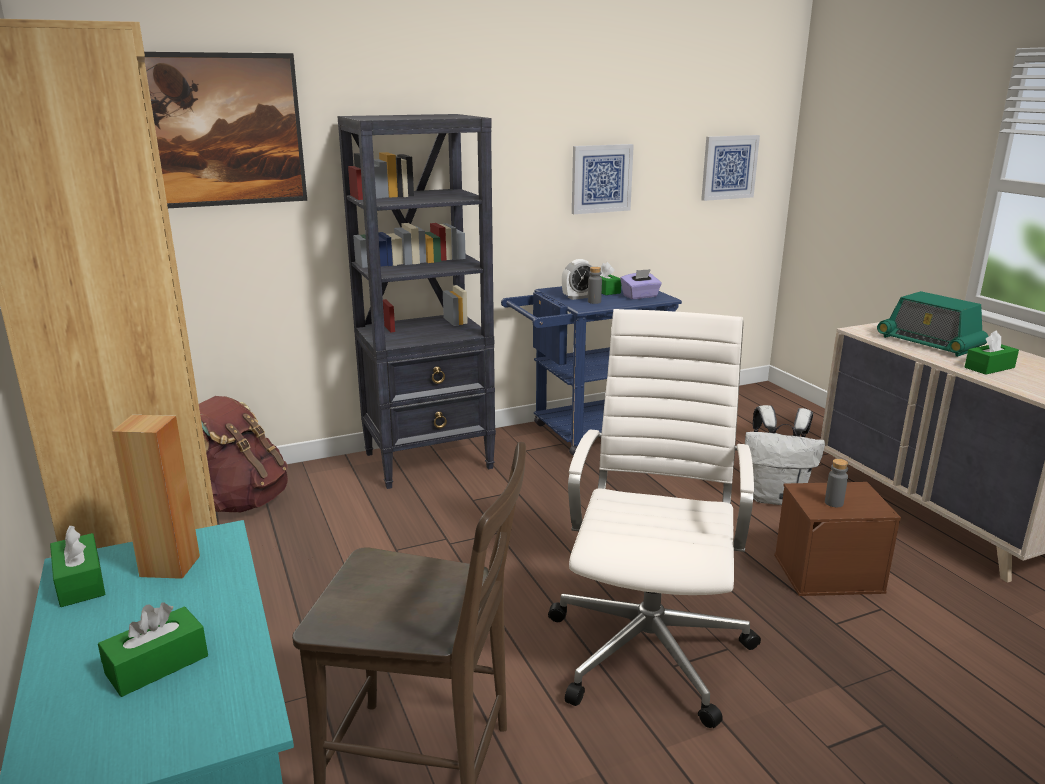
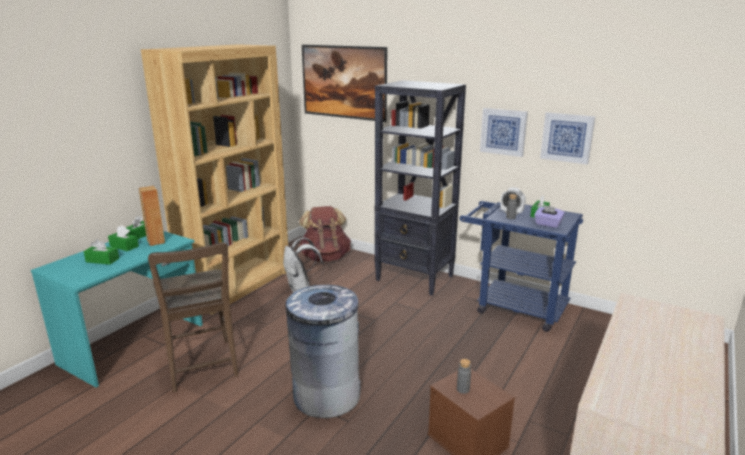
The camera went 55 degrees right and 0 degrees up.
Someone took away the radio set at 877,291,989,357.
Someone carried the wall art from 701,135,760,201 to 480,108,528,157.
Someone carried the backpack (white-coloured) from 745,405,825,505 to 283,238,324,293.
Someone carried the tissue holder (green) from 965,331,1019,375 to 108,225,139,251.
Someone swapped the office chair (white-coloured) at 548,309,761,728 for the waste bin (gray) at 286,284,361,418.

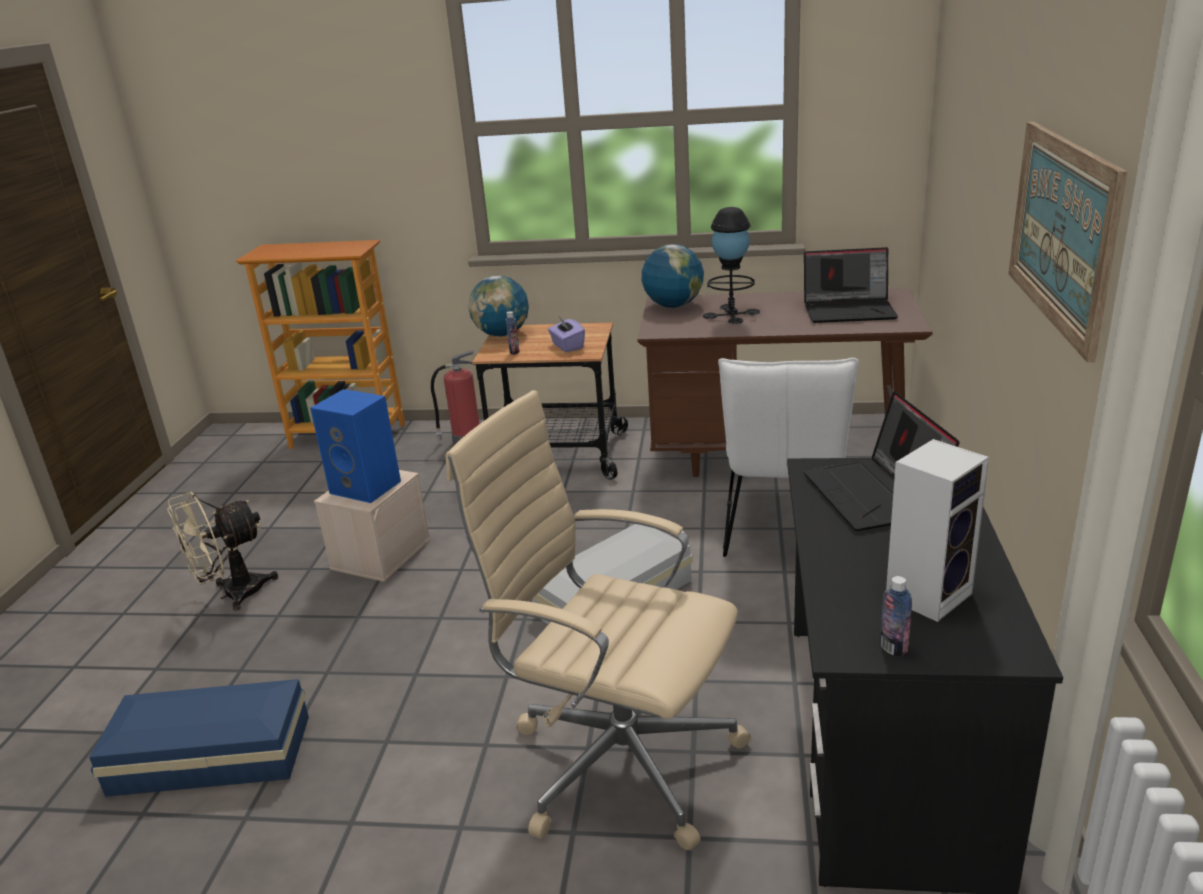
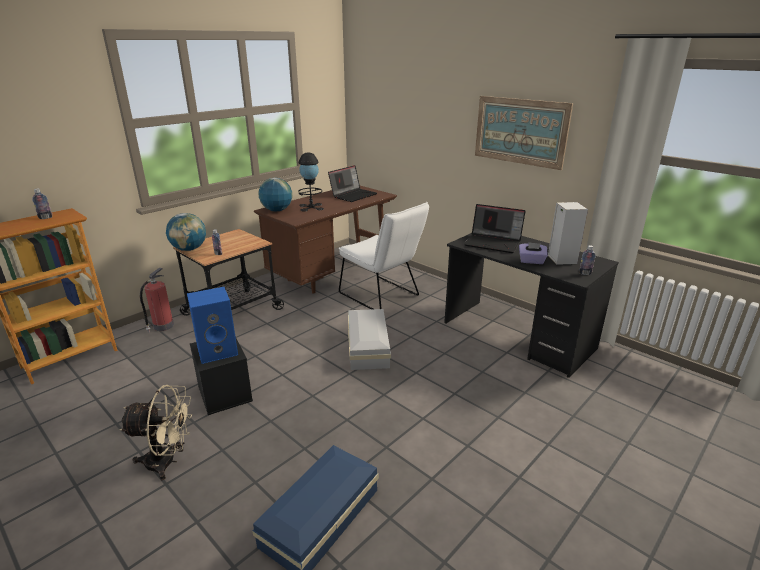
The camera went 55 degrees left and 0 degrees up.
Someone took away the office chair (sand-coloured) at 446,390,751,851.
Someone put down the bottle at 32,189,52,219.
Someone carried the tissue holder (purple) from 548,317,585,352 to 519,242,548,264.
Someone repainted the storage bin (sand-coloured) at 314,470,430,582, which became the storage bin (blackish) at 190,339,253,415.
Someone rotated the cooling fan (sand-coloured) at 167,492,278,611 by 90 degrees counterclockwise.

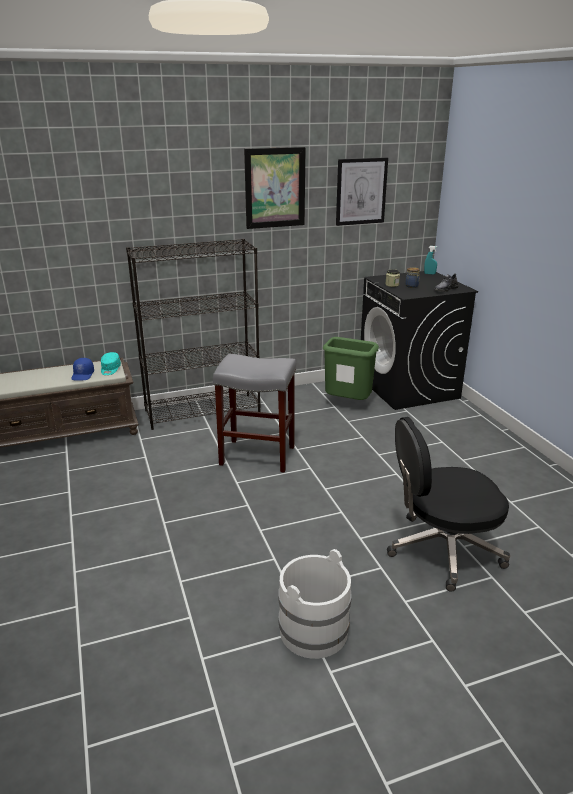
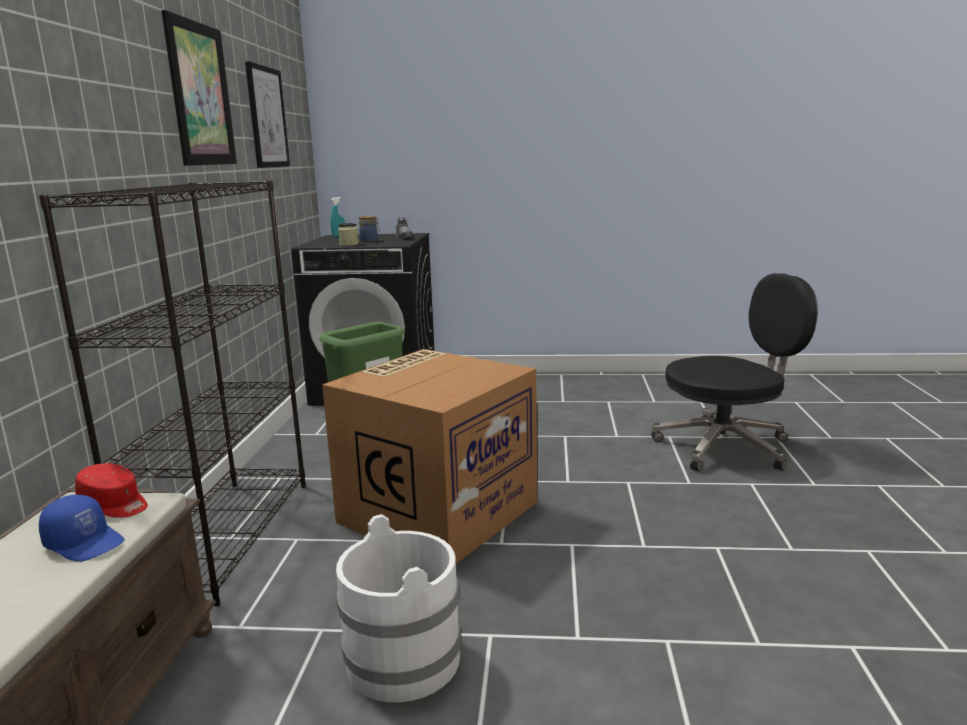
The camera went 65 degrees left and 10 degrees down.
Someone carried the pail (white-coloured) from 278,549,352,659 to 336,514,461,702.
Someone swapped the stool seat (gray) at 213,354,296,473 for the cardboard box at 322,349,537,564.
Someone repainted the peaked cap (turquoise) at 101,352,121,375, which became the peaked cap (red-coloured) at 75,463,148,518.
Someone rotated the office chair (blackish) at 387,417,510,592 by 120 degrees counterclockwise.

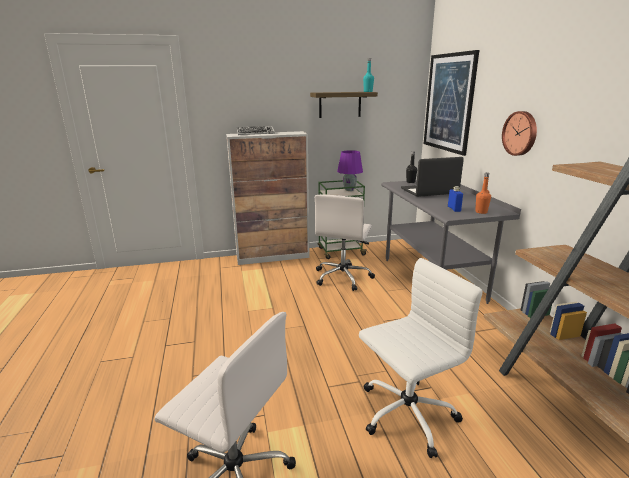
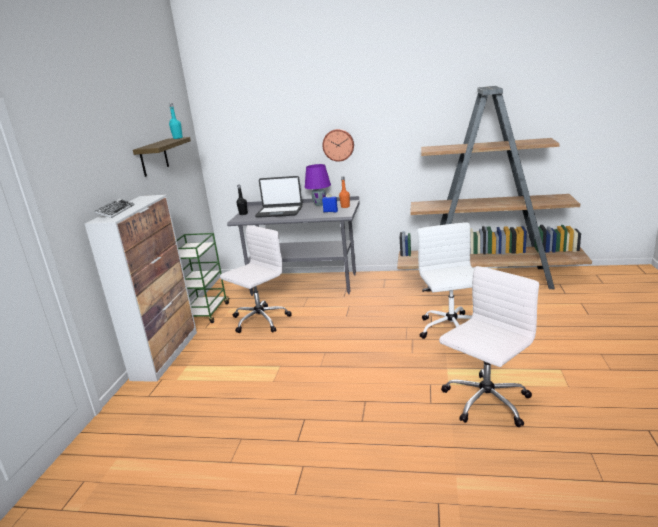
The camera went 65 degrees left and 0 degrees up.
Someone took away the wall art at 424,50,479,156.
Someone carried the lamp for a table (purple) from 337,150,363,191 to 305,164,331,206.
Someone rotated the office chair (white-coloured) at 315,194,375,291 by 90 degrees counterclockwise.
Someone rotated the notebook computer at 401,157,464,197 by 90 degrees counterclockwise.

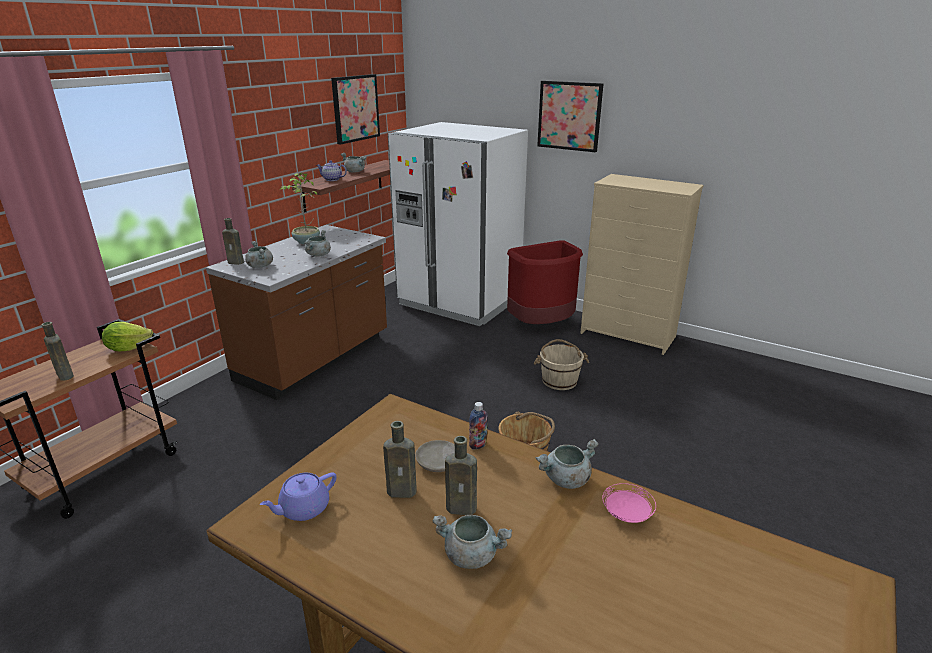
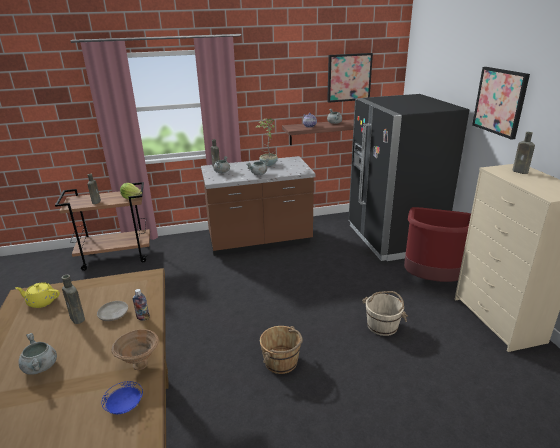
The camera went 45 degrees right and 0 degrees up.
Someone carried the bottle (brown) from 445,436,477,515 to 512,132,535,174.
Someone swapped the cooking pot (gray) at 536,439,599,489 for the bowl (brown) at 111,329,159,370.
Someone repainted the pot for tea (purple) at 260,472,337,521, which became the pot for tea (yellow) at 15,282,60,308.
Someone repainted the fridge (white-coloured) at 388,122,528,326, which became the fridge (blackish) at 349,94,469,261.
Someone repainted the flat dish (pink) at 602,483,656,523, which became the flat dish (blue) at 102,381,143,414.

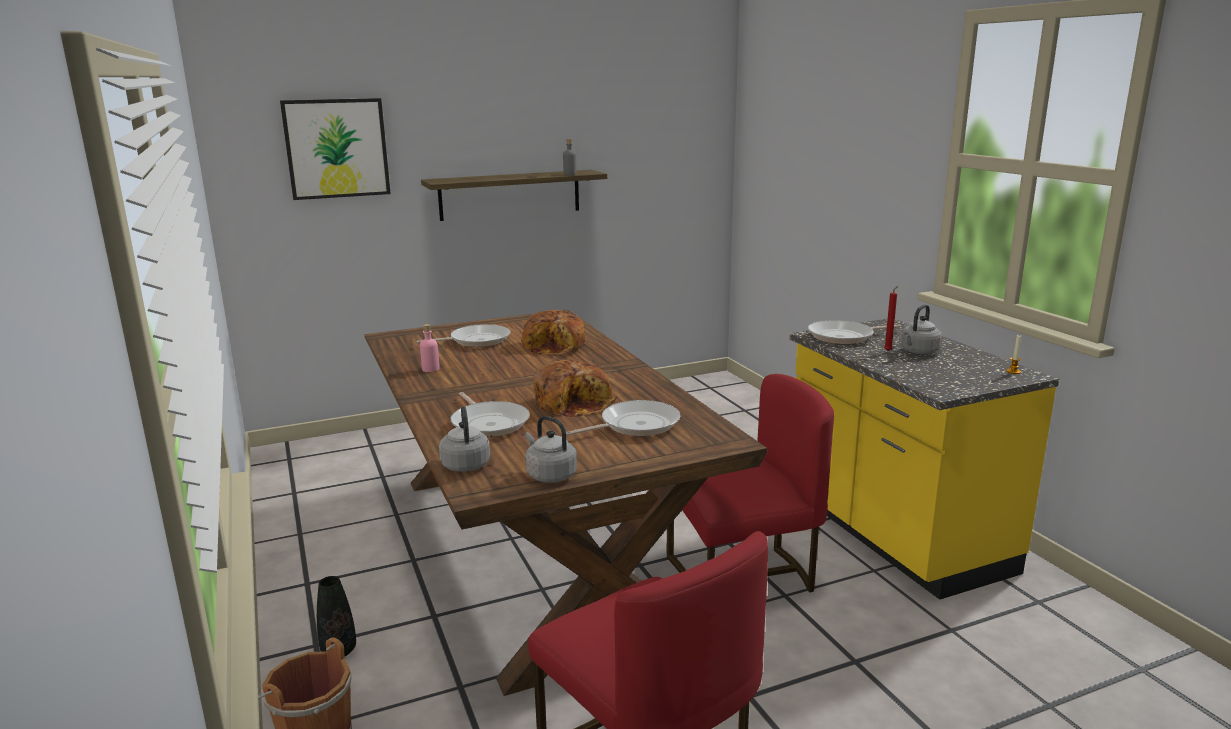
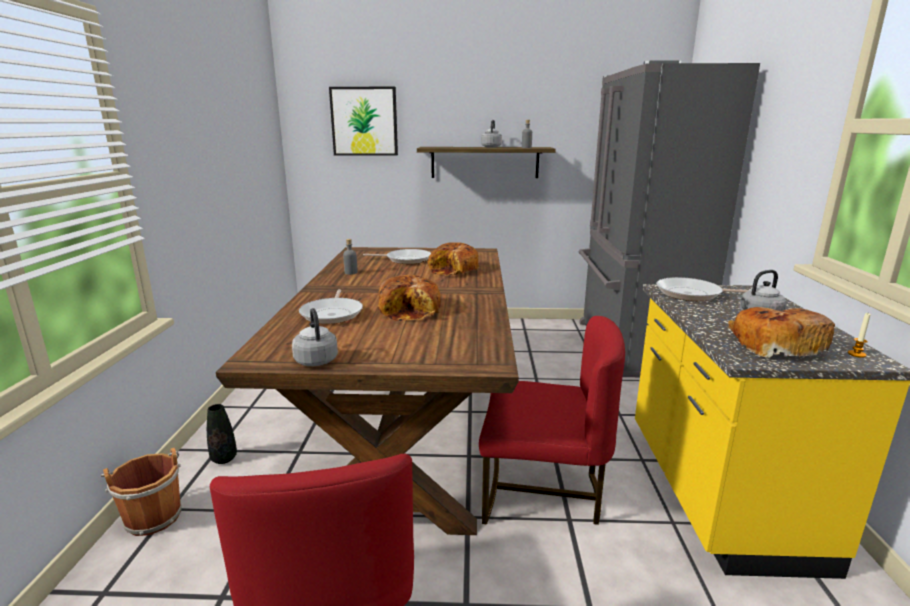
The camera went 25 degrees right and 0 degrees up.
Someone took away the pan at 566,400,680,436.
Someone took away the wax candle (red-coloured) at 884,286,898,351.
Someone put down the fridge (gray) at 579,60,760,377.
Someone put down the bakery bread at 728,307,835,359.
Someone carried the water kettle (gray) from 439,406,490,472 to 481,120,502,148.
Someone repainted the bottle (pink) at 420,324,440,372, which became the bottle (gray) at 343,239,358,275.

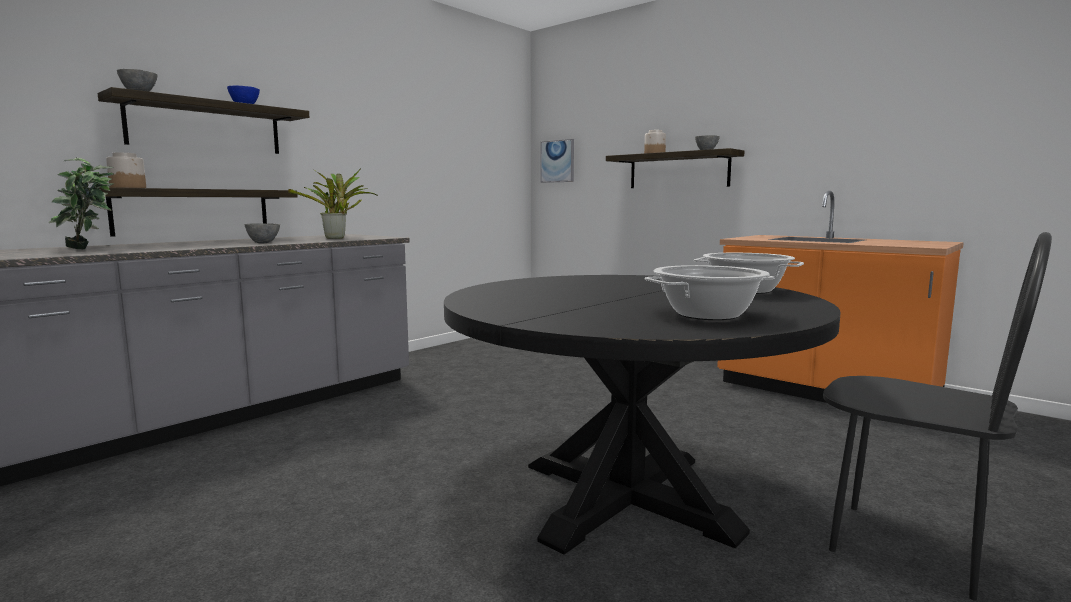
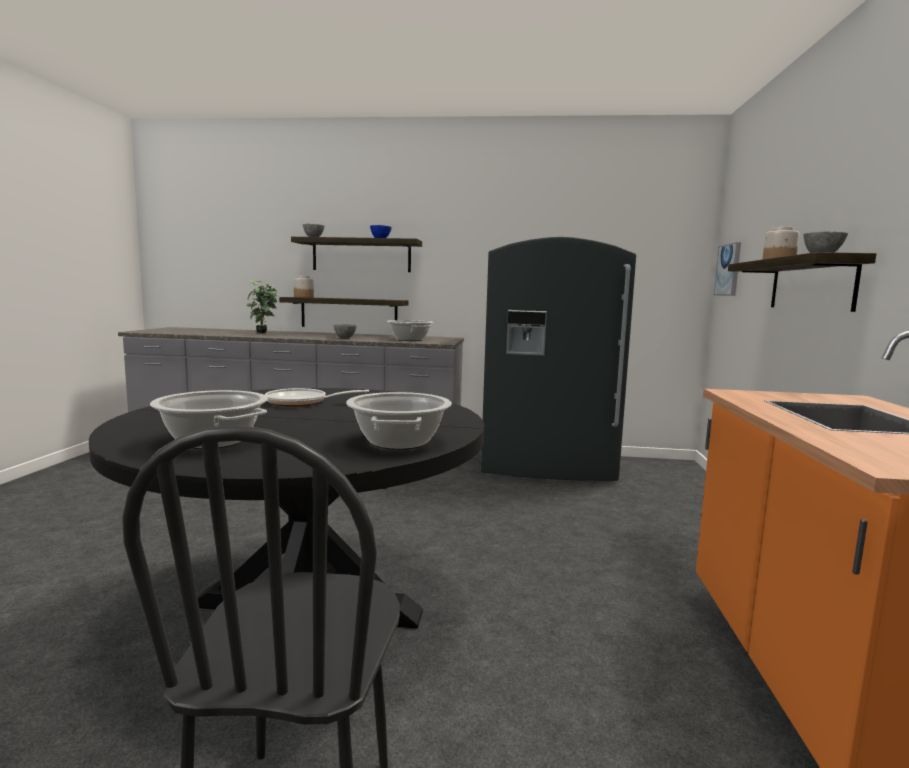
The camera went 55 degrees right and 0 degrees up.
Someone put down the pan at 265,388,369,407.
Someone put down the fridge (gray) at 481,237,636,481.
Someone swapped the houseplant at 288,168,378,239 for the cooking pot at 387,320,433,341.

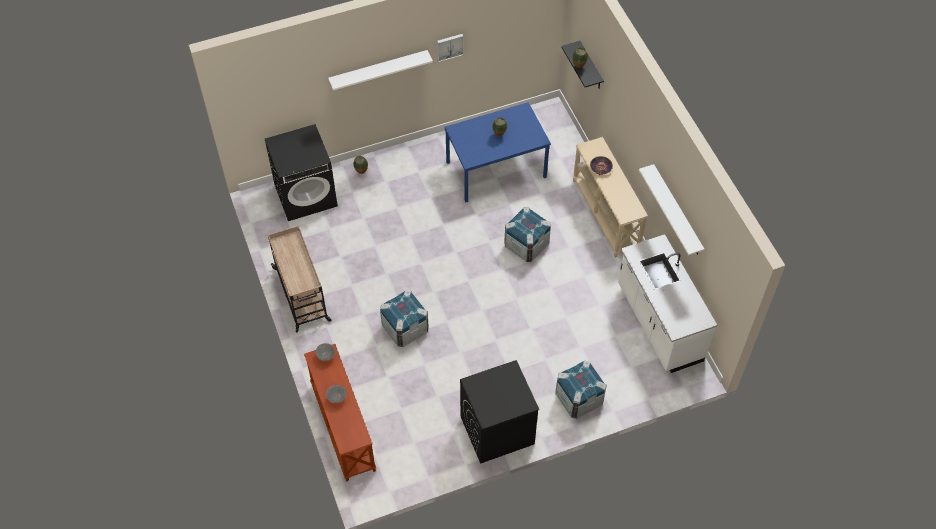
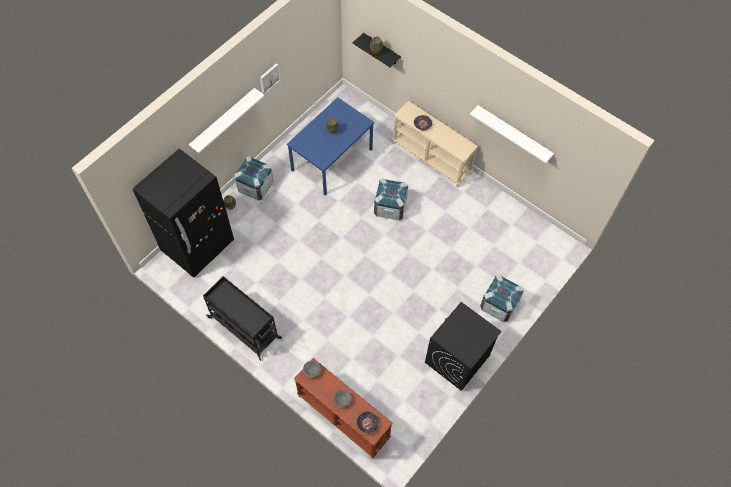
The camera went 30 degrees left and 5 degrees up.
Someone took away the kitchen counter (white-coloured) at 618,234,717,373.
Someone put down the bowl at 357,411,379,434.
Someone carried the crate from 380,290,429,347 to 234,157,274,201.
Someone swapped the washing machine (blackish) at 265,124,338,221 for the fridge (blackish) at 133,149,234,278.
Someone repainted the cart (sand-coloured) at 268,226,331,333, which became the cart (blackish) at 203,276,282,361.

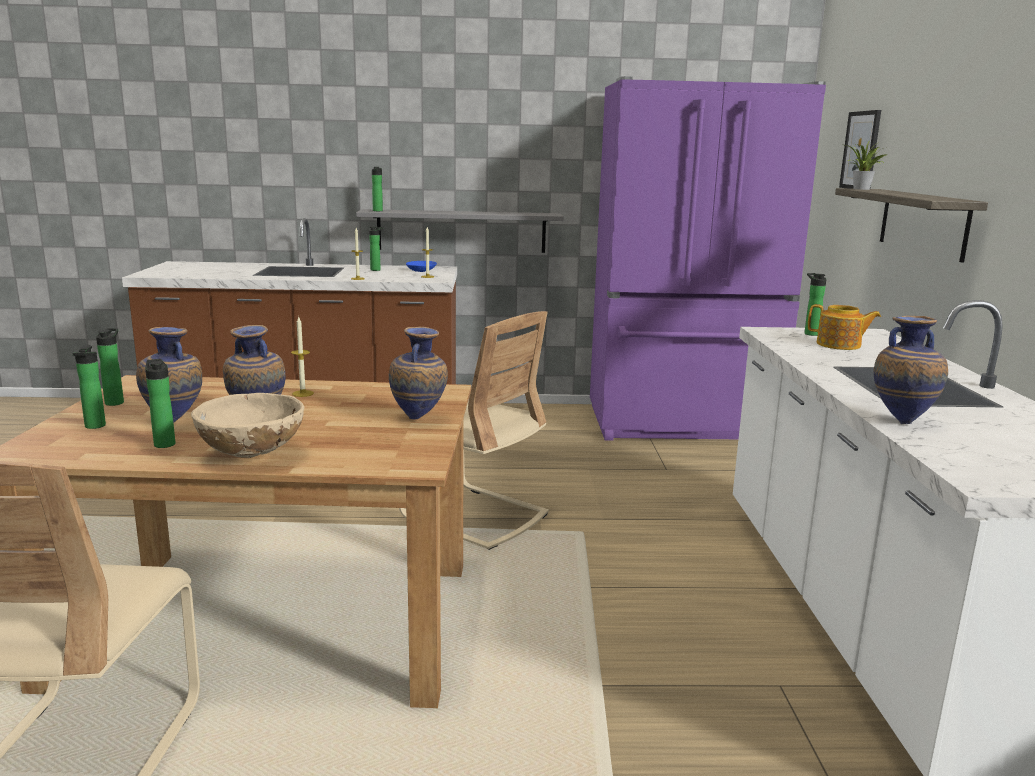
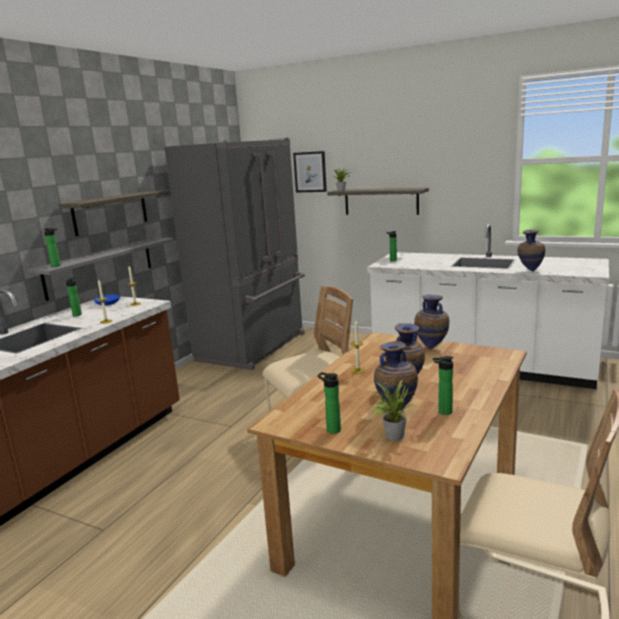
The camera went 60 degrees left and 0 degrees up.
Someone took away the bowl (sand-coloured) at 191,393,304,458.
Someone took away the pot for tea at 808,304,881,350.
Someone put up the bracket shelf at 59,190,171,236.
Someone swapped the bottle at 73,345,106,429 for the houseplant at 370,379,415,441.
Someone repainted the fridge (purple) at 590,76,826,441, which became the fridge (gray) at 164,138,305,370.

